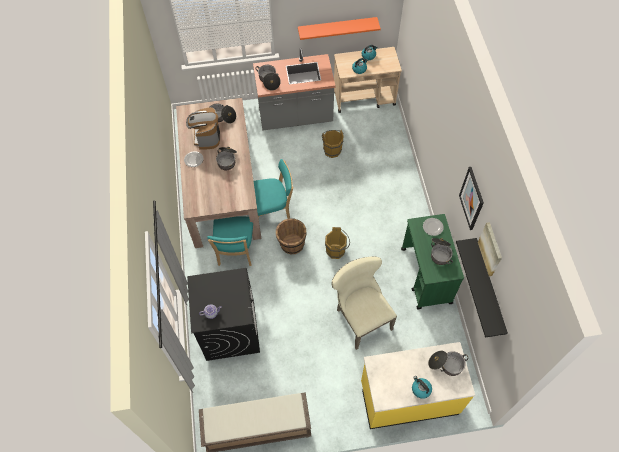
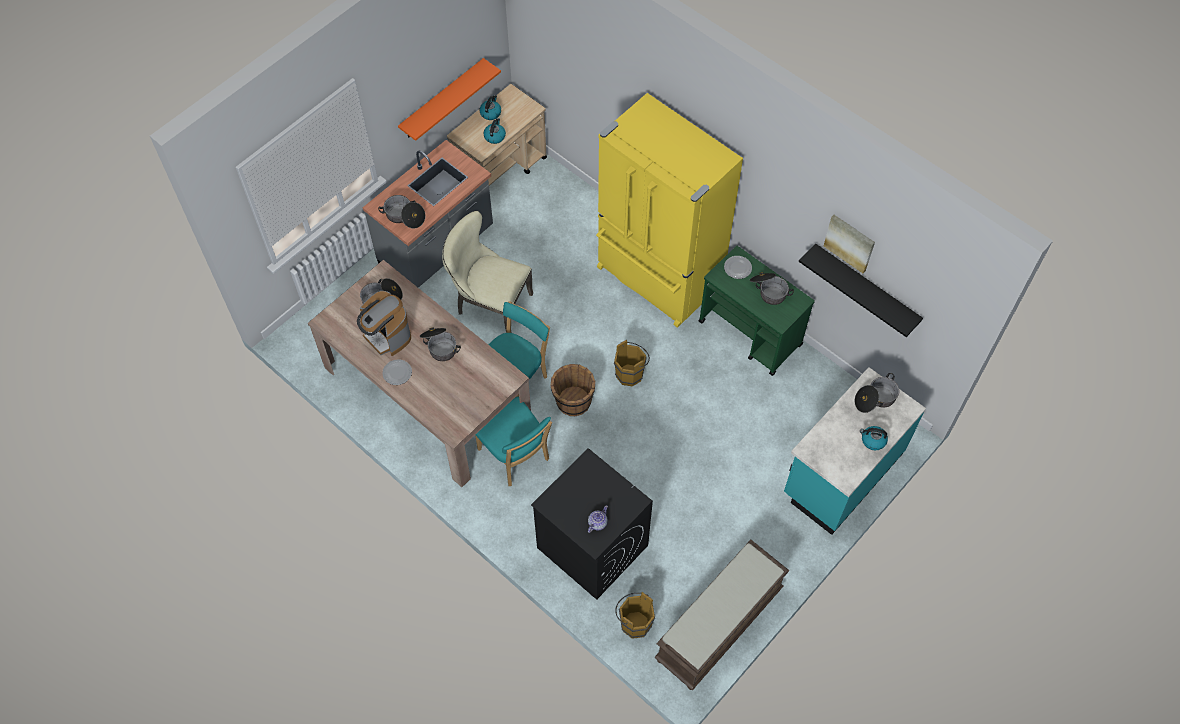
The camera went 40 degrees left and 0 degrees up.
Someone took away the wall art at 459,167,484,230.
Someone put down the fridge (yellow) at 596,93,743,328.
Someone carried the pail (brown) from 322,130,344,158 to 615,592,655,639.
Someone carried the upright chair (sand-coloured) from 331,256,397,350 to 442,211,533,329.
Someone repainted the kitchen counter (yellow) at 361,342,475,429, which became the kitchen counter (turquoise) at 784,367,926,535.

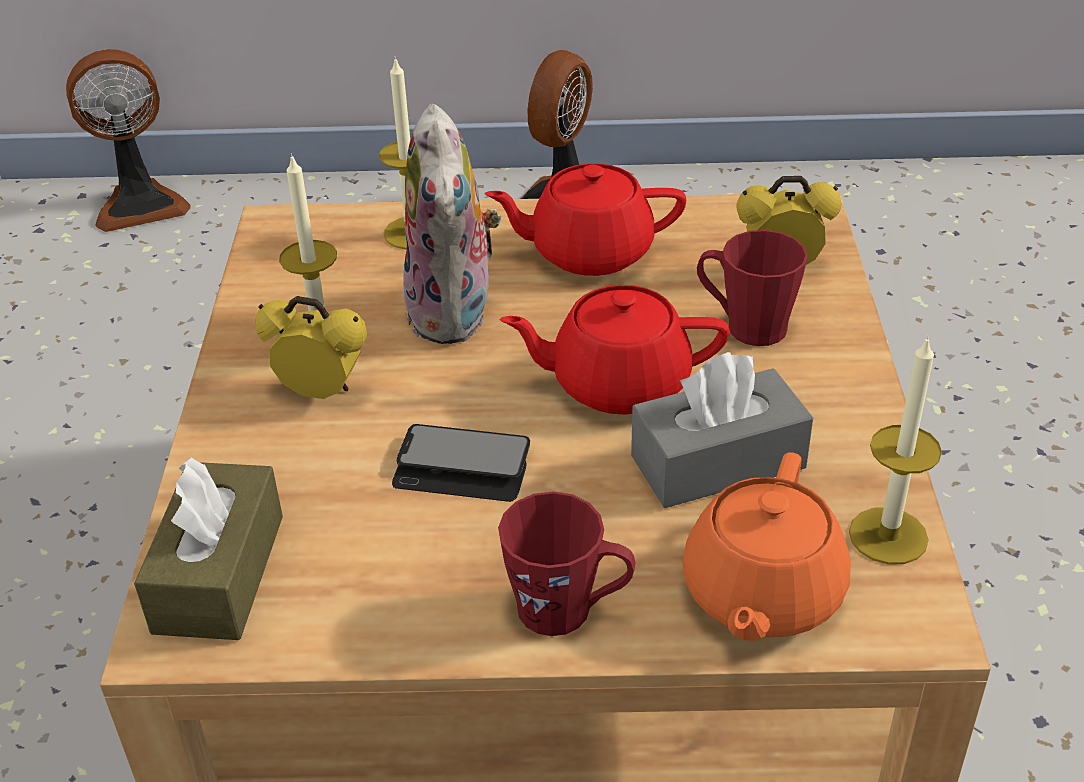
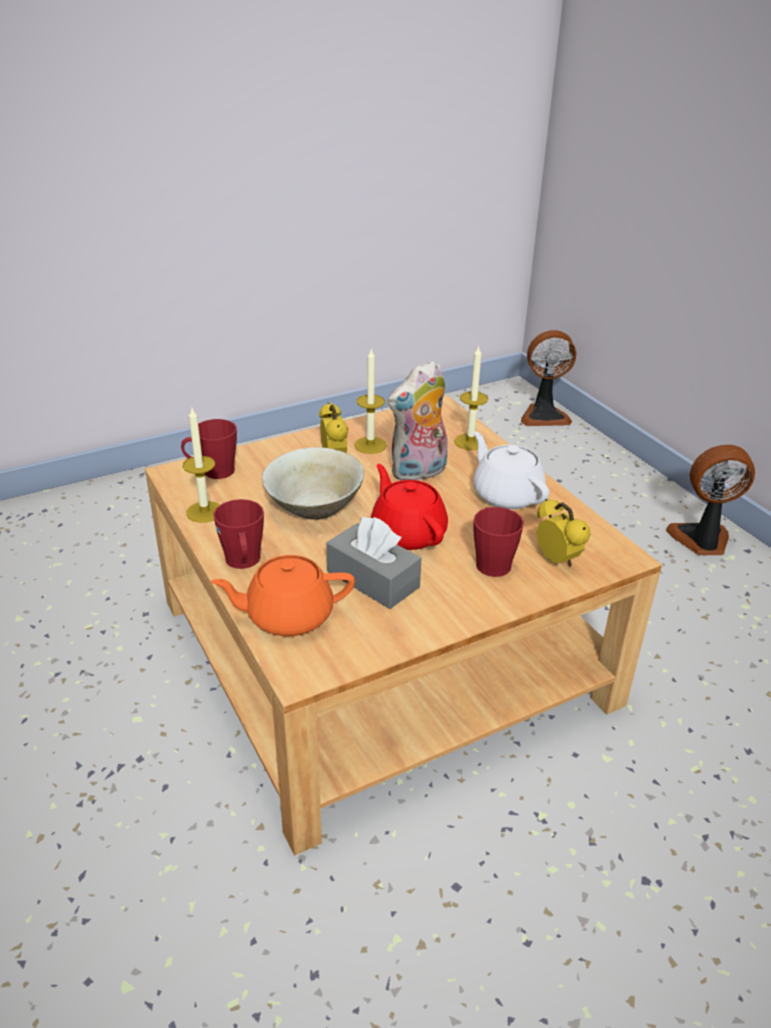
The camera went 60 degrees right and 5 degrees down.
Someone carried the wax candle from 849,336,942,565 to 183,408,220,523.
Someone swapped the tissue holder (brown) at 134,457,283,640 for the mug (red-coloured) at 181,419,237,479.
Someone swapped the handset at 392,424,530,502 for the bowl (sand-coloured) at 262,447,364,520.
Someone repainted the pot for tea (red-coloured) at 485,164,686,276, which became the pot for tea (white-coloured) at 474,431,549,510.
Someone rotated the cooling fan at 66,49,191,232 by 45 degrees counterclockwise.

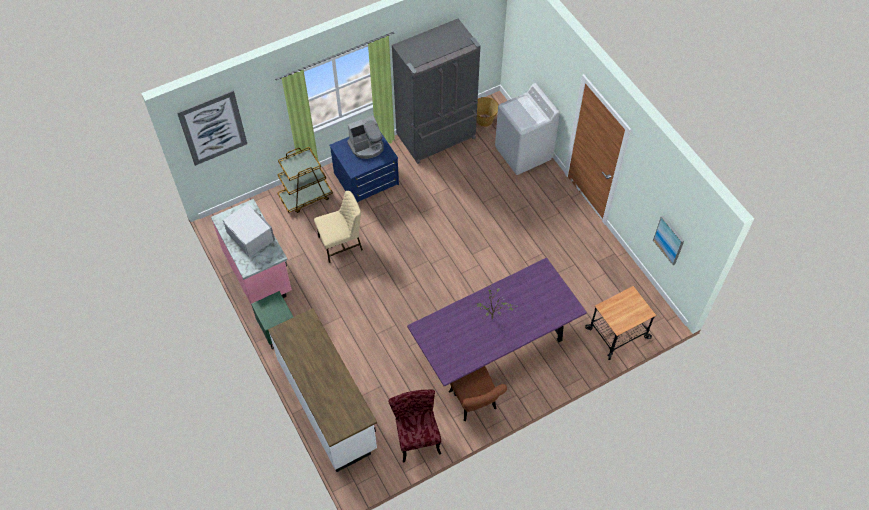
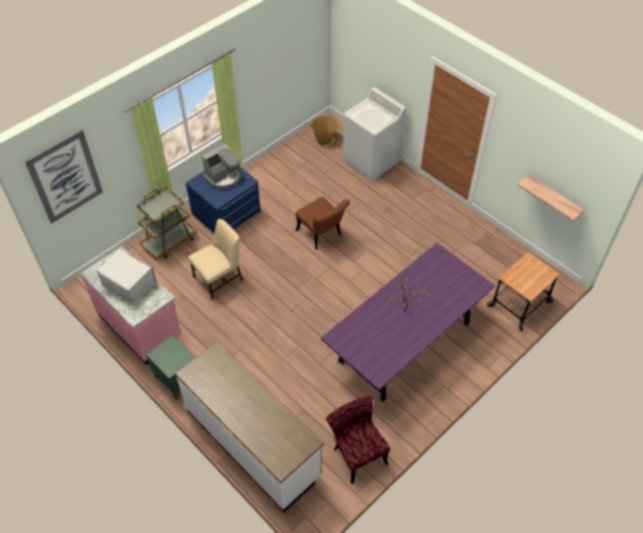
The camera went 15 degrees left and 5 degrees down.
Someone took away the fridge (gray) at 392,19,481,164.
Someone carried the upright chair (brown) from 449,366,507,421 to 295,197,350,249.
Someone swapped the wall art at 653,216,684,265 for the bracket shelf at 517,174,584,222.

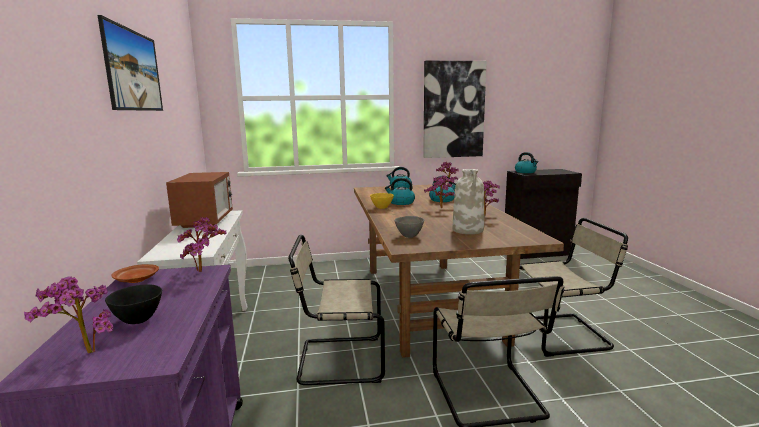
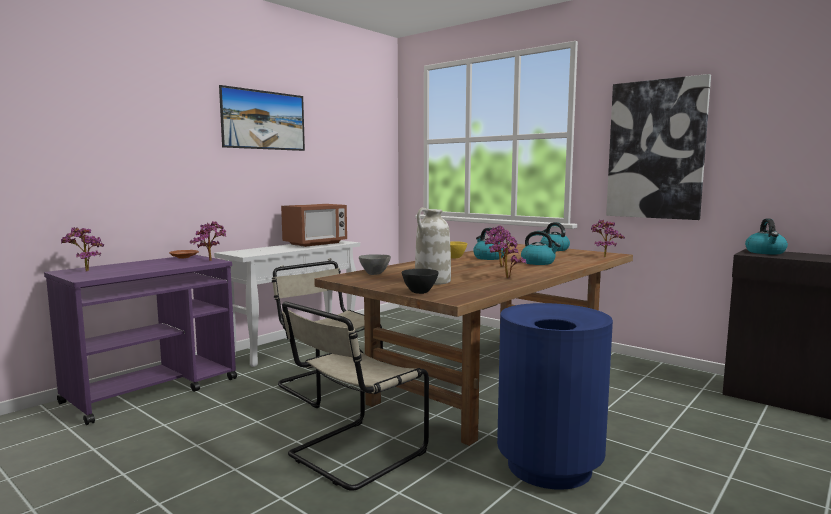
The camera went 50 degrees right and 5 degrees down.
Someone carried the bowl (blackish) from 105,284,162,324 to 402,269,439,294.
Someone swapped the upright chair (sand-coloured) at 520,218,628,357 for the waste bin (blue) at 497,303,613,490.

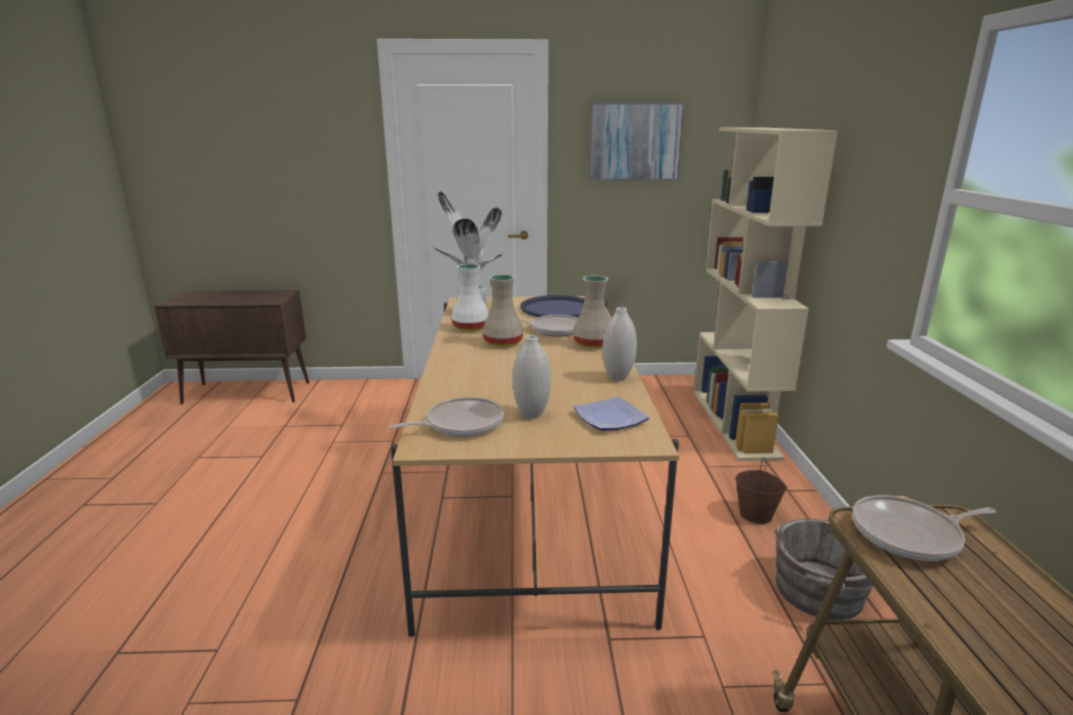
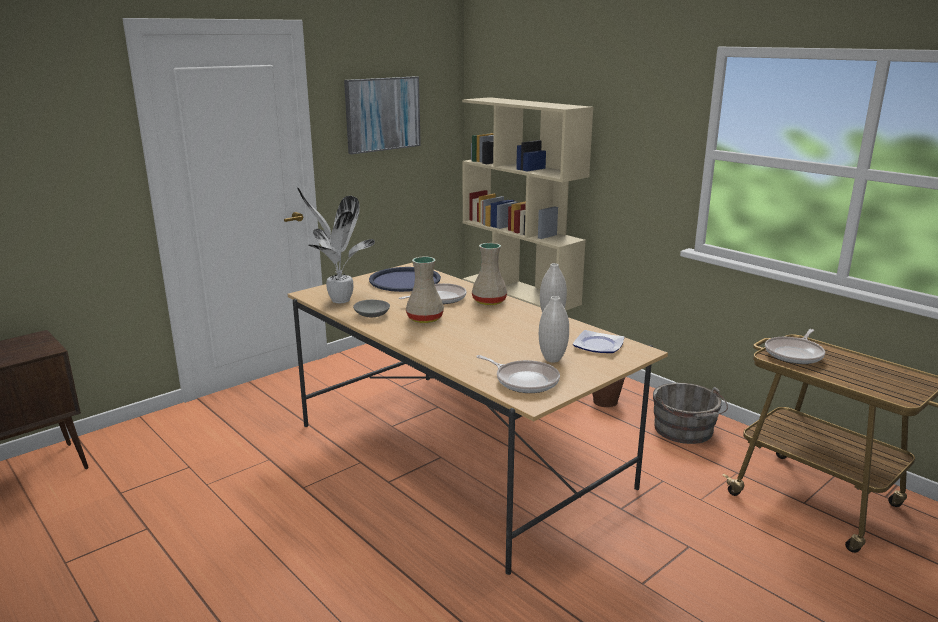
The camera went 40 degrees left and 0 degrees up.
Someone swapped the vase (white-coloured) at 451,264,489,331 for the bowl (gray) at 353,300,390,317.
Someone rotated the pan at 389,397,504,437 by 105 degrees clockwise.

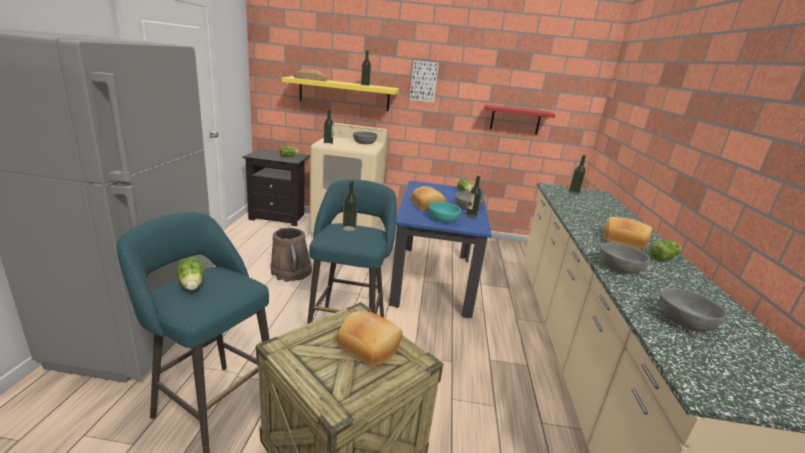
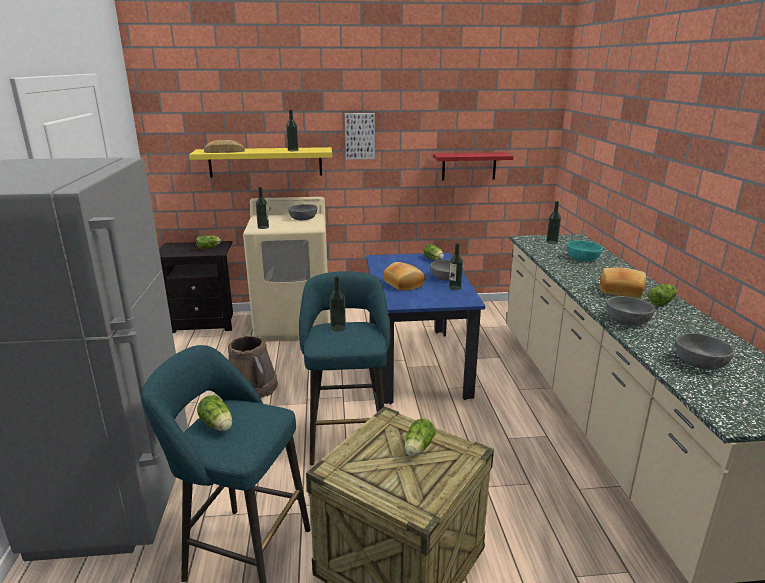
The camera went 10 degrees left and 0 degrees up.
Someone carried the bowl (turquoise) from 428,202,461,223 to 567,240,603,261.
Someone swapped the bakery bread at 337,311,403,367 for the head of lettuce at 404,419,436,456.

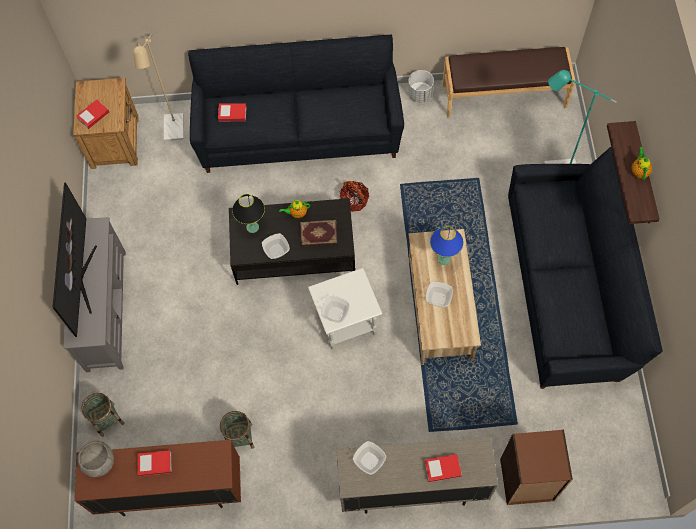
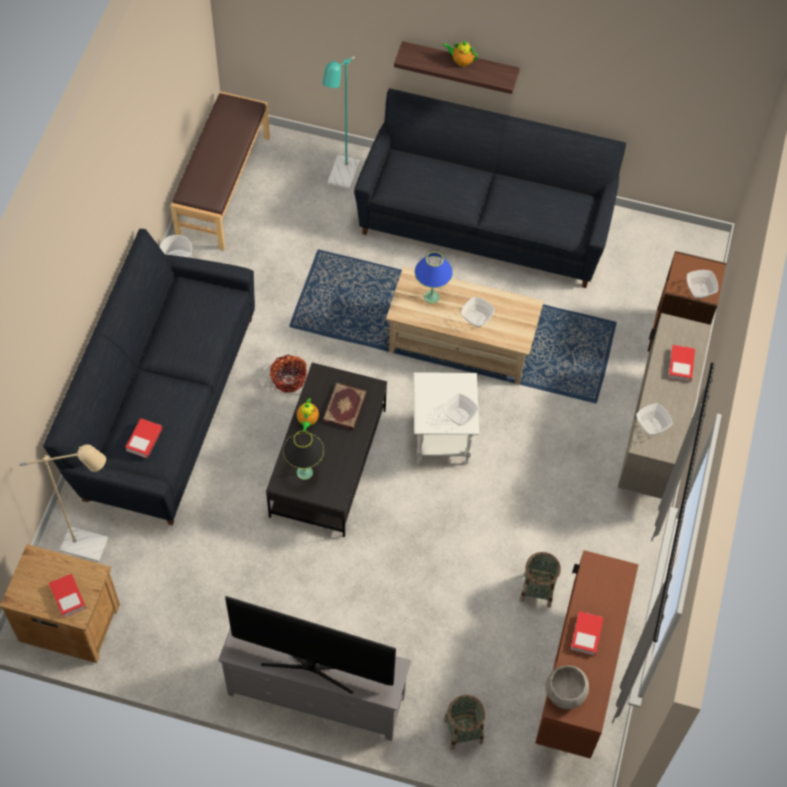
The camera went 75 degrees left and 5 degrees down.
Someone carried the bowl from 262,233,290,259 to 687,270,718,298.

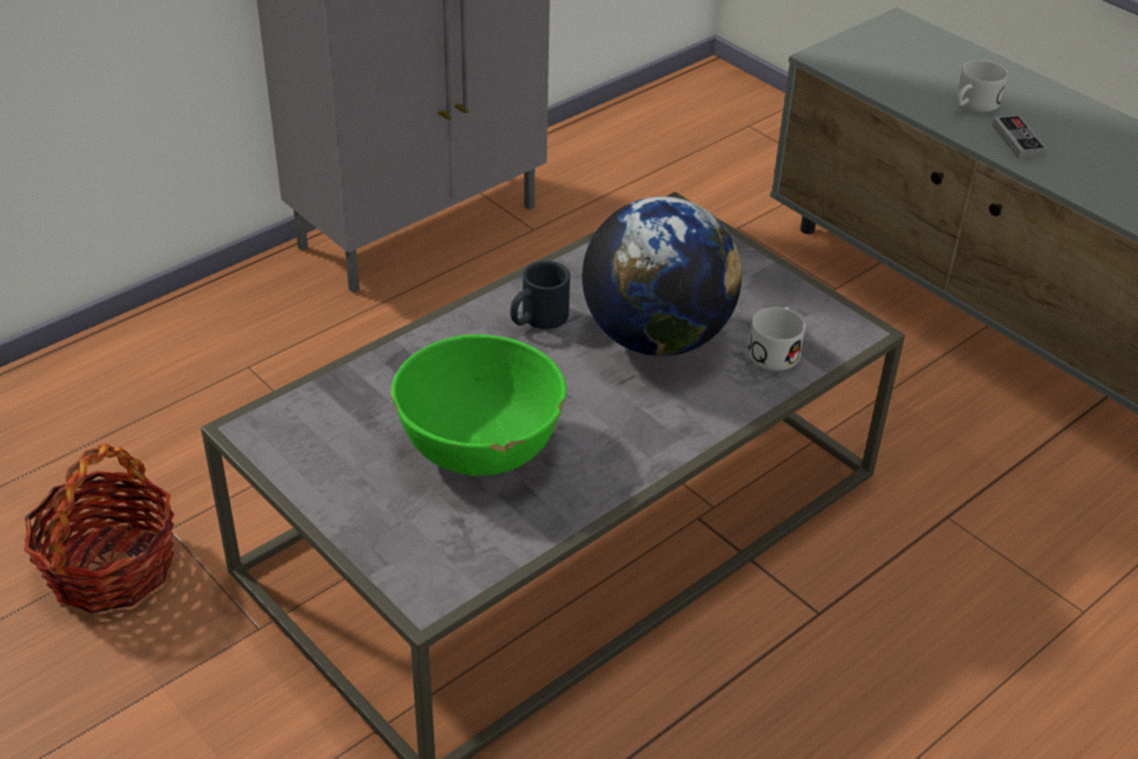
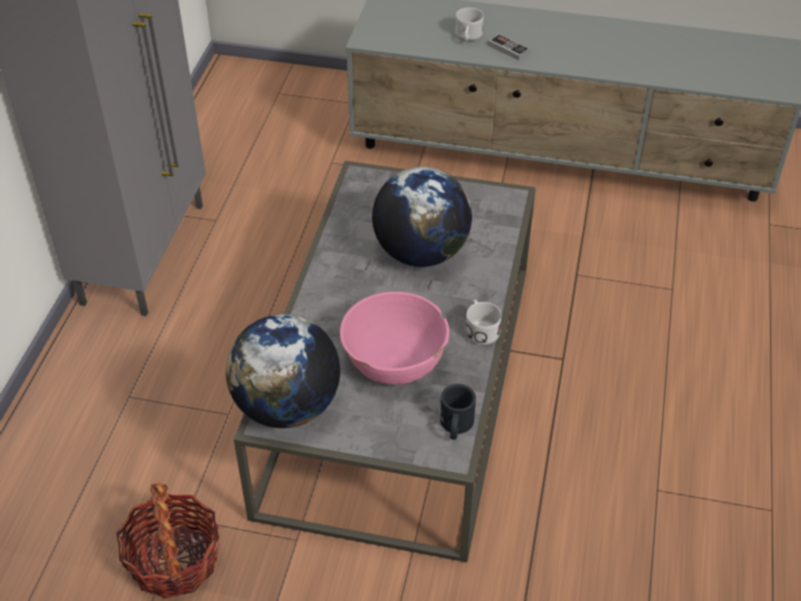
The camera went 35 degrees left and 5 degrees up.
Someone put down the desk globe at 226,314,340,428.
Someone carried the mug (blackish) from 511,261,570,329 to 440,384,476,440.
Someone carried the mug (white-coloured) from 748,307,805,371 to 465,300,502,345.
Someone repainted the bowl (green) at 391,335,567,476, which became the bowl (pink) at 340,292,449,385.

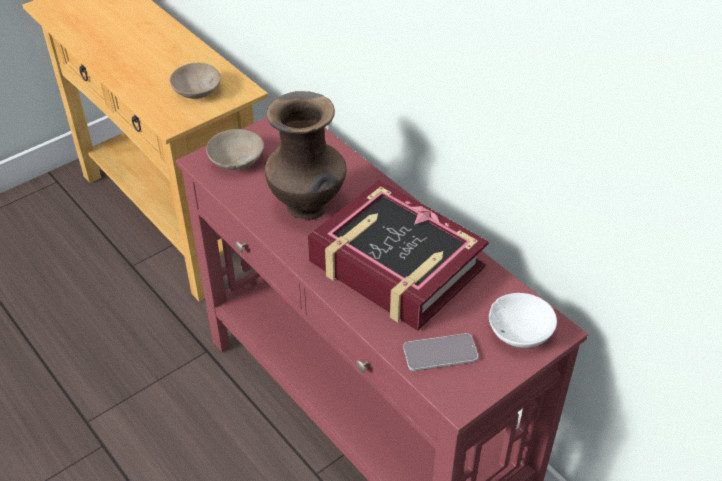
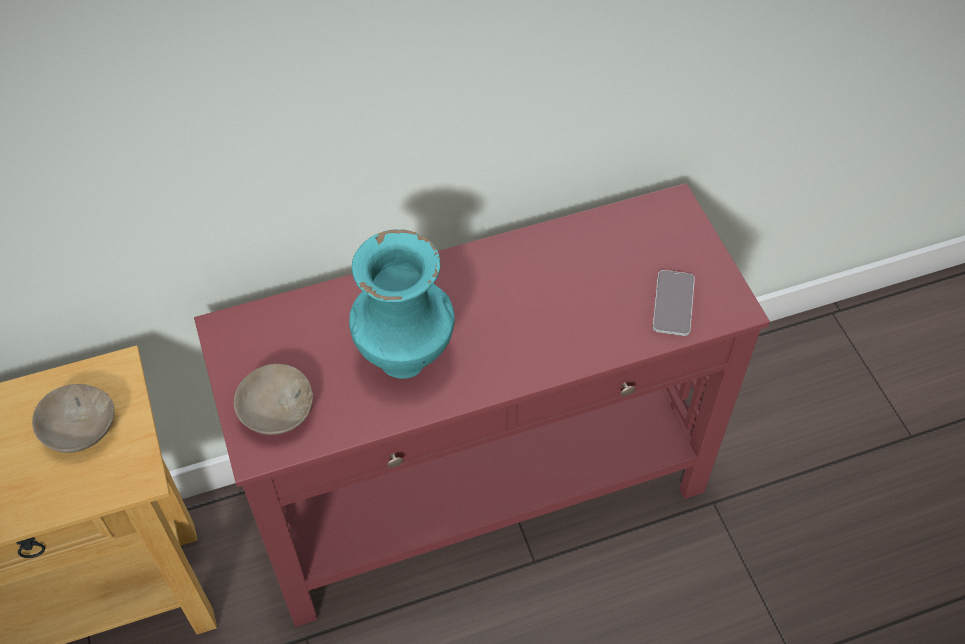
The camera went 70 degrees left and 10 degrees up.
Someone took away the book at 308,180,489,331.
Someone took away the bowl (white-coloured) at 489,293,557,348.
Someone repainted the vase (brown) at 265,91,346,220, which became the vase (turquoise) at 349,229,455,379.

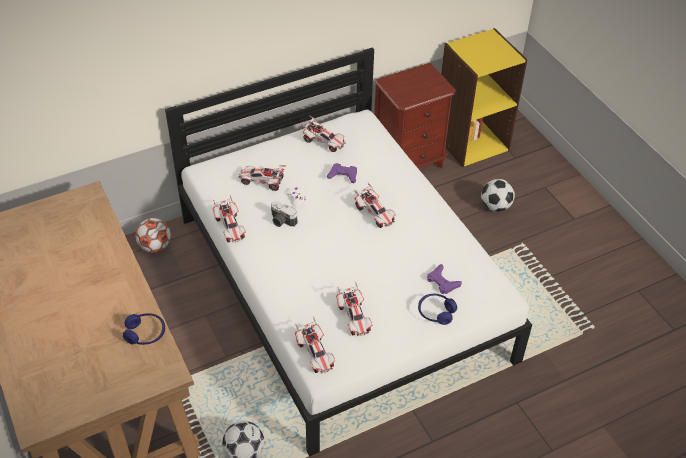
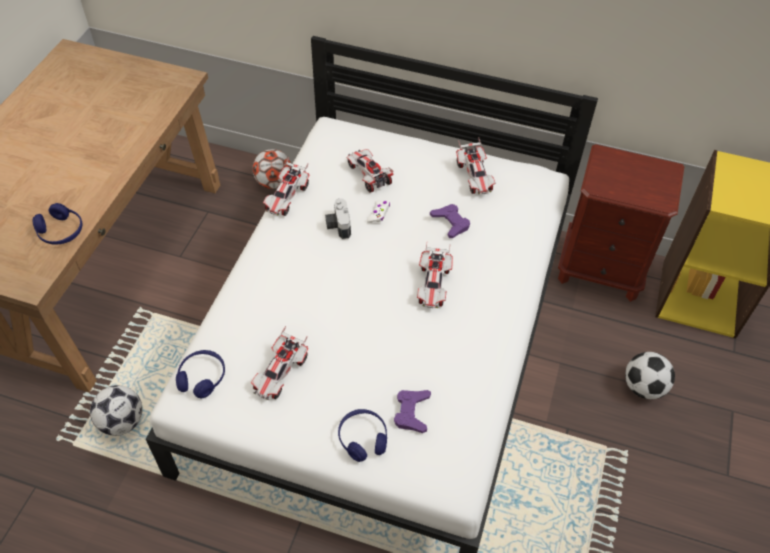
The camera went 45 degrees right and 5 degrees up.
Someone swapped the model car at 295,317,335,374 for the headset (blue) at 176,350,225,398.

